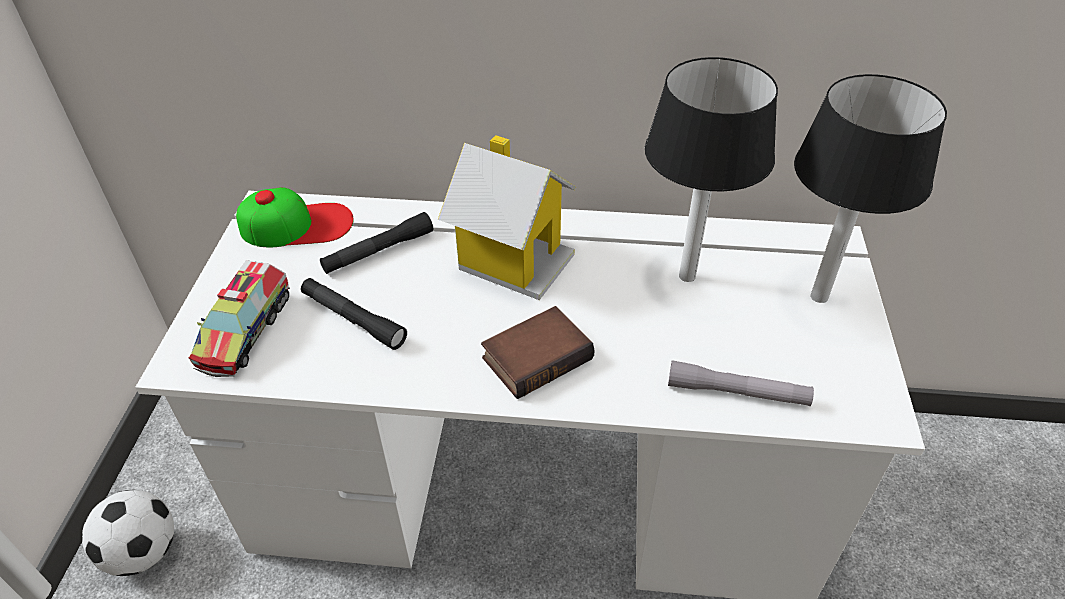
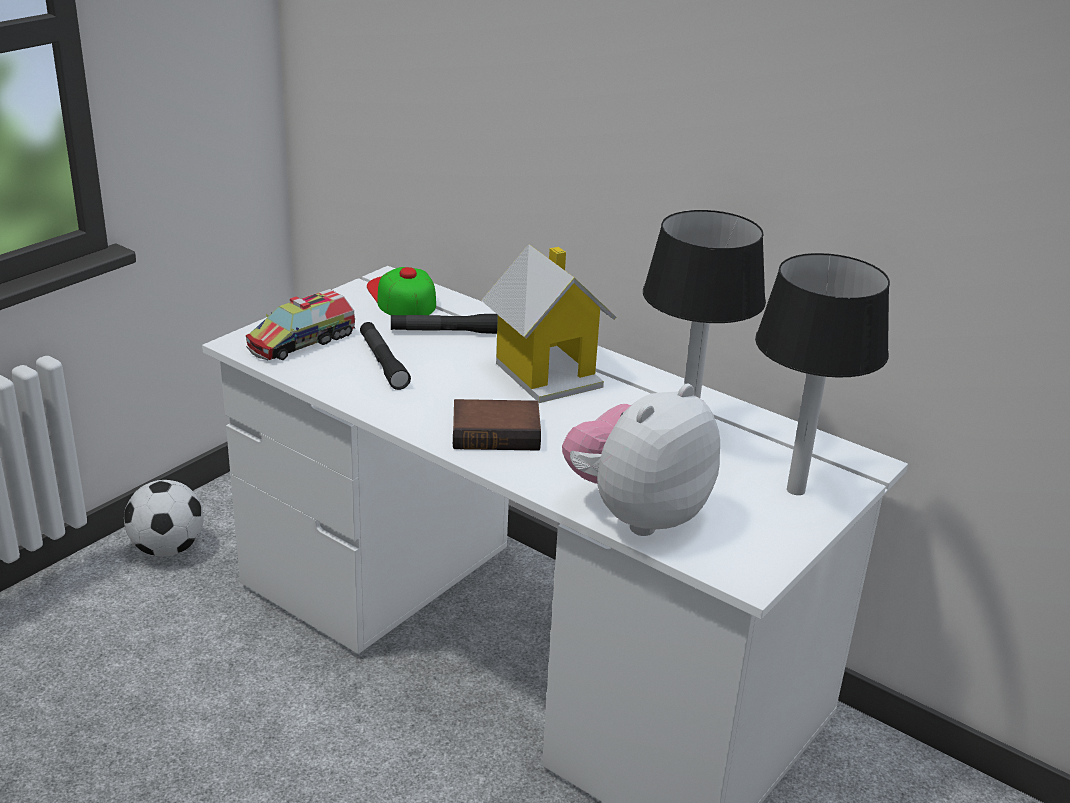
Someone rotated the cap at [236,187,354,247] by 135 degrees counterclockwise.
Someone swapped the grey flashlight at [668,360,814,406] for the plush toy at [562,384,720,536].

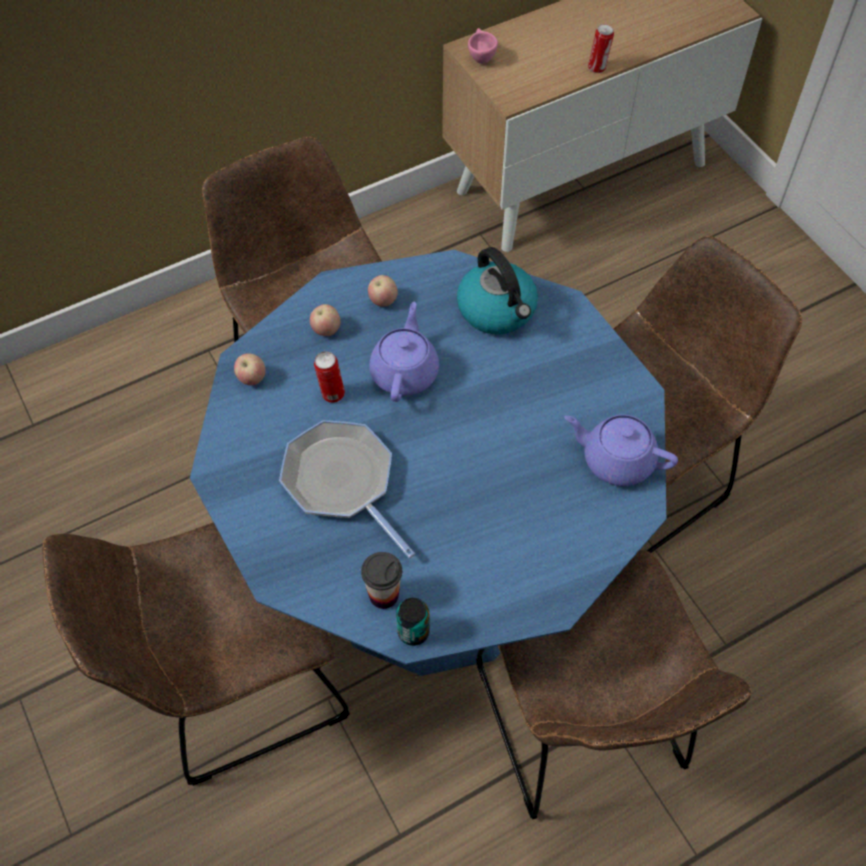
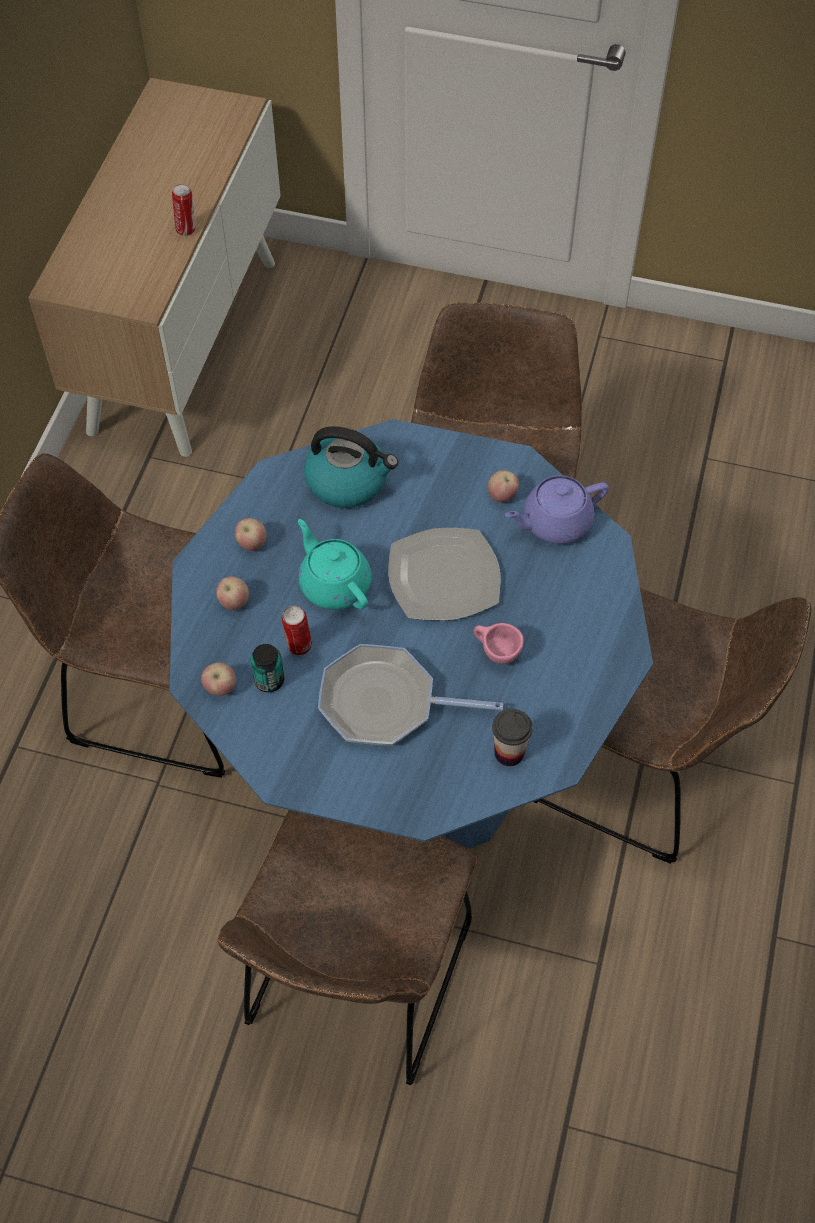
Someone carried the pink cup from [468,28,498,64] to [474,623,524,664].
Someone repainted the purple teapot at [369,302,439,402], which became the turquoise teapot at [298,519,372,610].
Someone carried the can from [396,598,430,646] to [250,644,284,692].
Someone put down the apple at [488,470,519,502].
Someone put down the plate at [388,528,501,621].

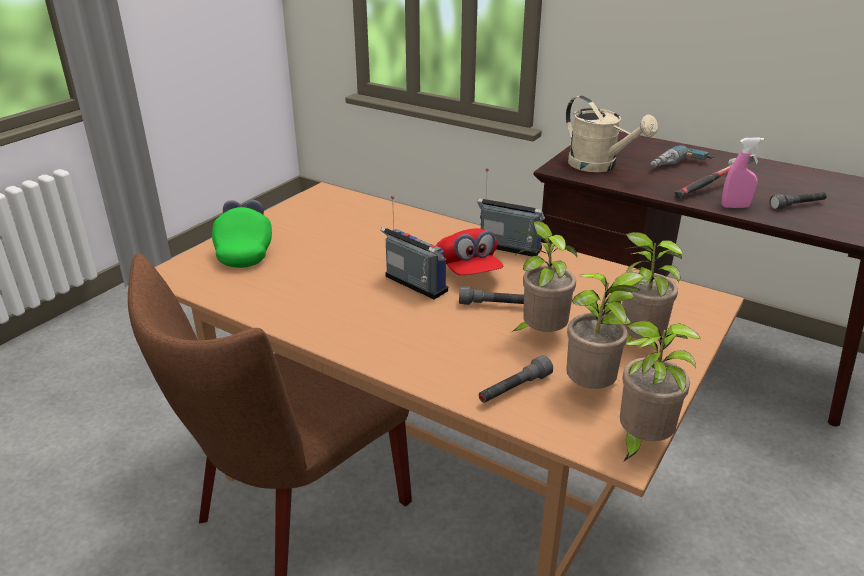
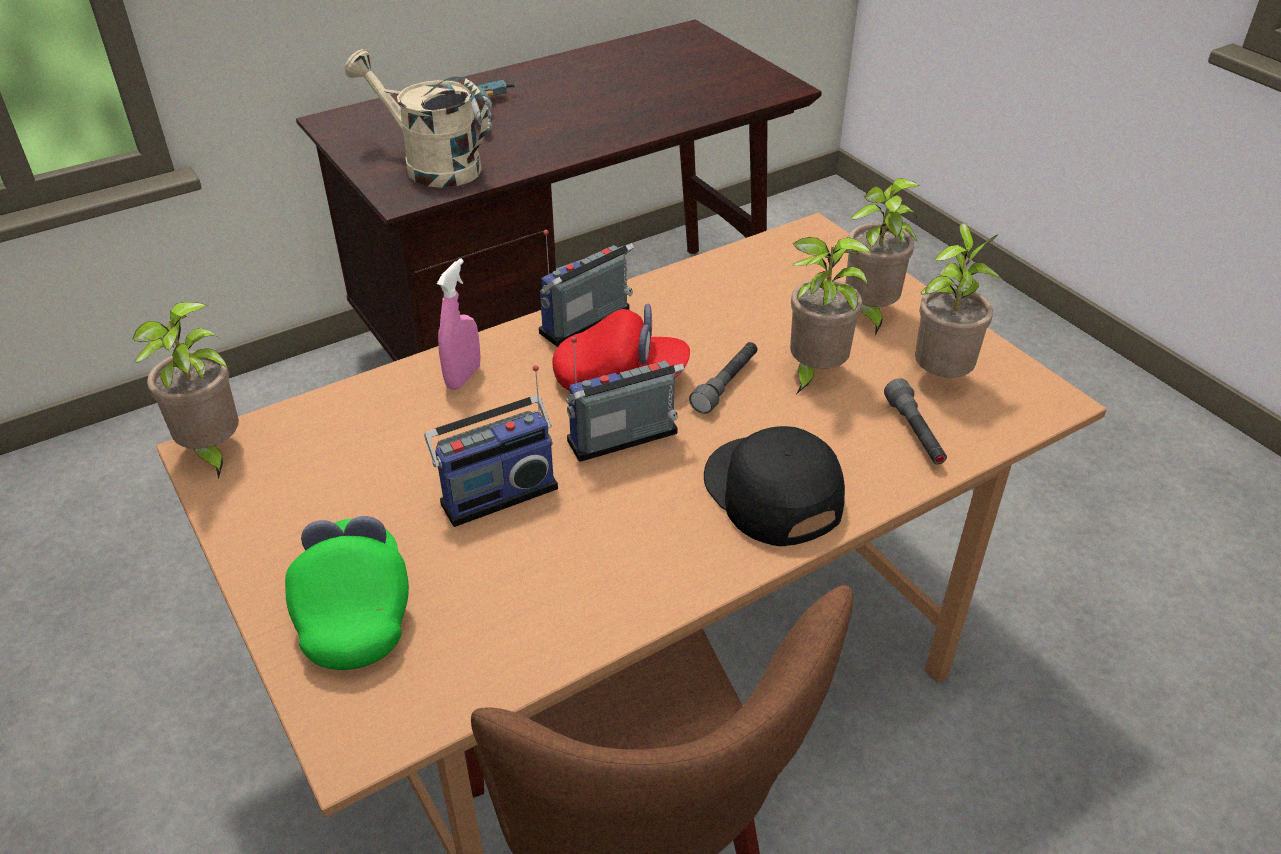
Someone rotated the beige watering can at [566,96,658,172] by 135 degrees counterclockwise.
Someone carried the pink spray bottle from [722,137,764,208] to [437,258,481,390].
Someone took away the hammer at [675,154,758,199].
Someone took away the grey flashlight at [769,192,827,210].
Someone rotated the green cap at [212,200,272,268] by 60 degrees clockwise.
Someone carried the potted plant from [620,320,702,462] to [132,302,239,480].
Someone put down the radio at [424,365,558,527].
Someone put down the black cap at [704,426,845,546].

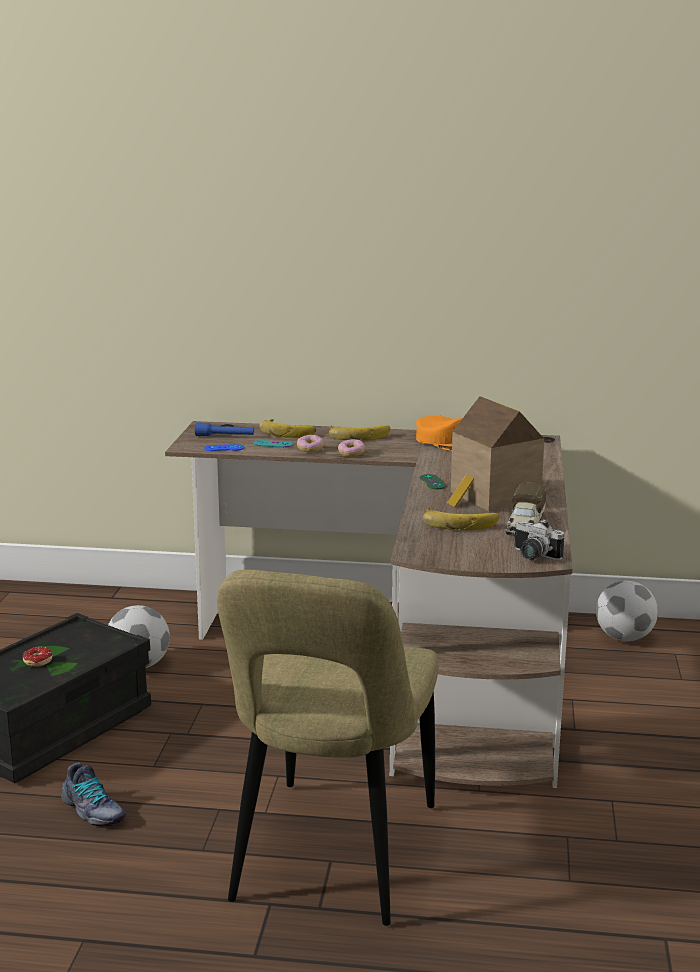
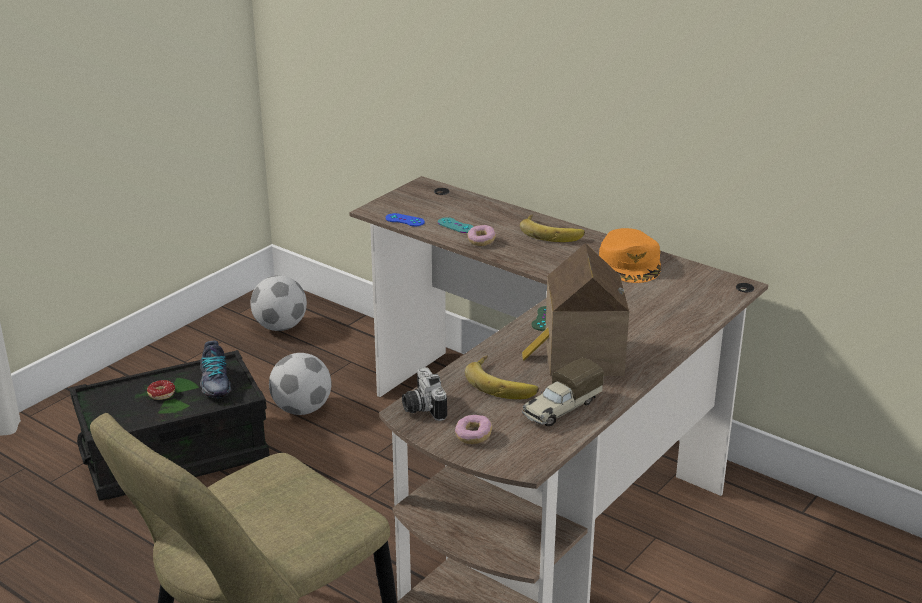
Someone took away the banana at [259,419,316,438].
Someone took away the blue flashlight at [195,422,254,436].
Someone carried the donut from [338,439,365,457] to [455,415,492,444].
Someone carried the photo camera from [514,519,564,560] to [402,367,447,421].
Someone carried the football from [596,581,658,642] to [250,275,307,331].
Someone carried the shoe from [61,762,126,827] to [200,340,232,399].

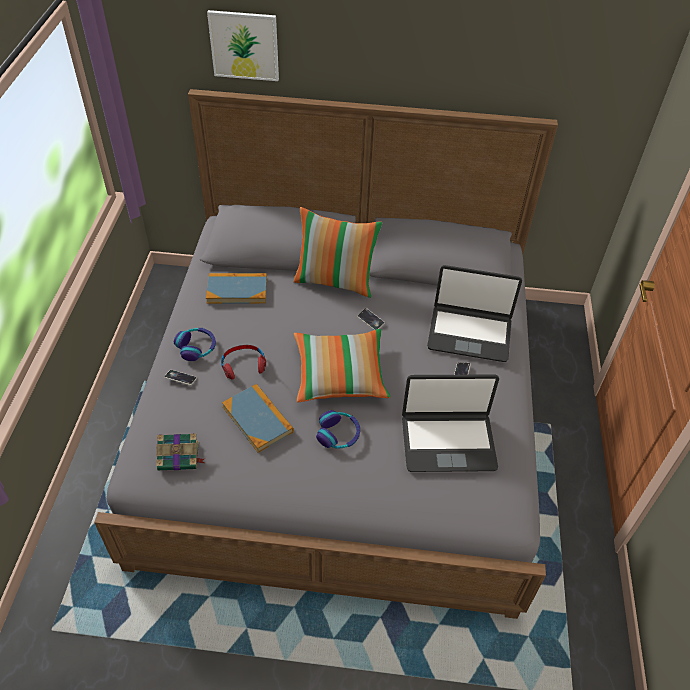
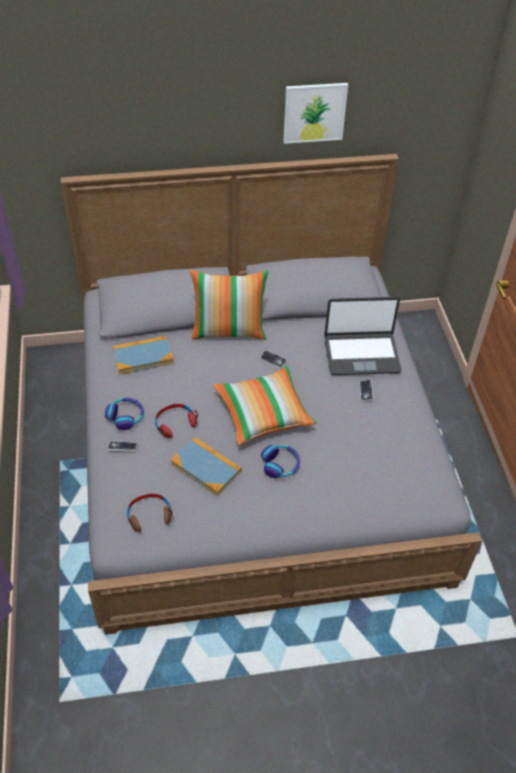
Someone carried the picture from [207,10,279,81] to [283,83,348,144].
Someone took away the laptop at [402,374,499,472].
Someone swapped the book at [156,433,204,470] for the brown headphones at [127,494,172,532].

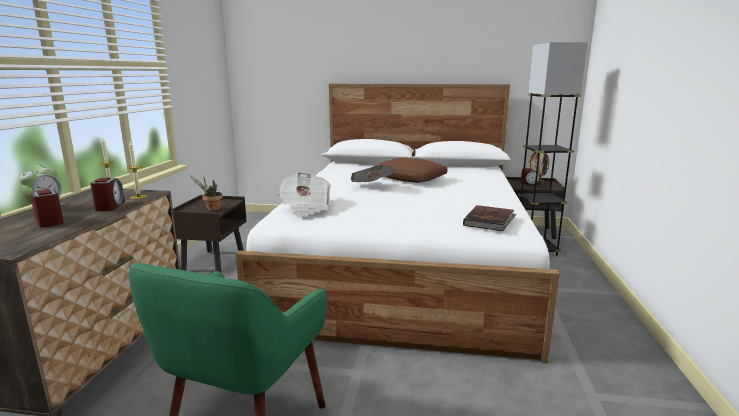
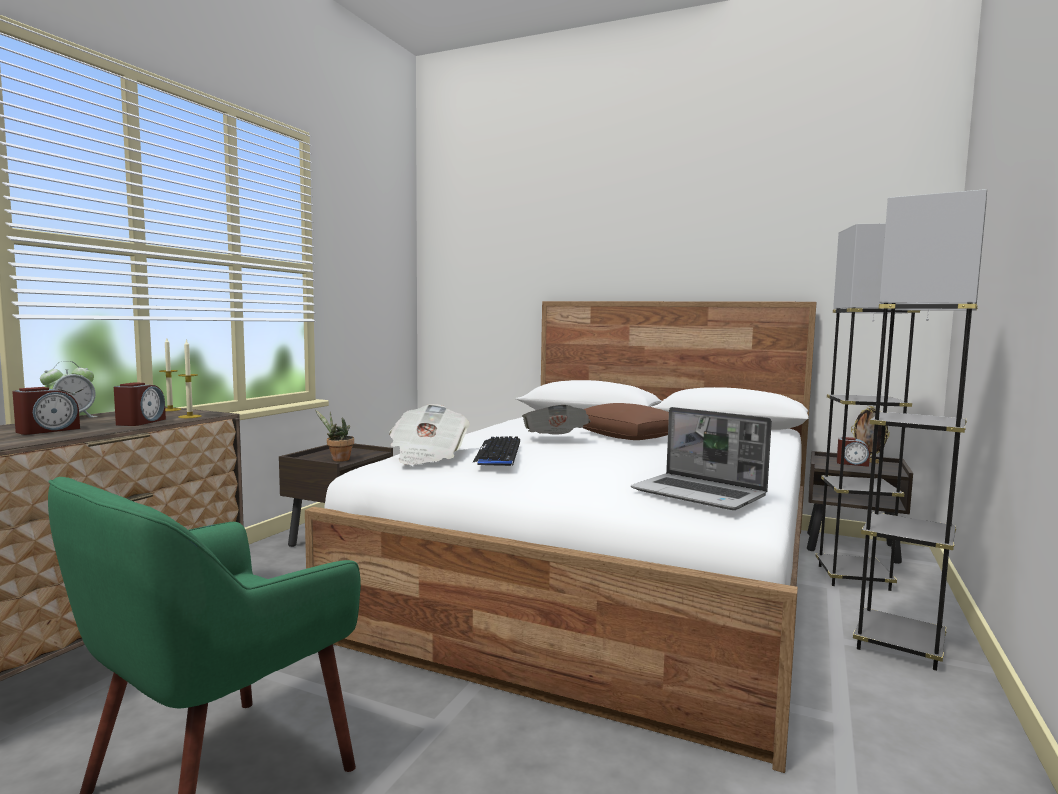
Someone rotated the alarm clock at [30,189,64,228] by 60 degrees clockwise.
Someone swapped the brown book at [463,205,516,231] for the laptop at [631,407,772,510].
Someone put down the grey floor lamp at [853,189,987,671].
Someone put down the keyboard at [472,436,520,466].

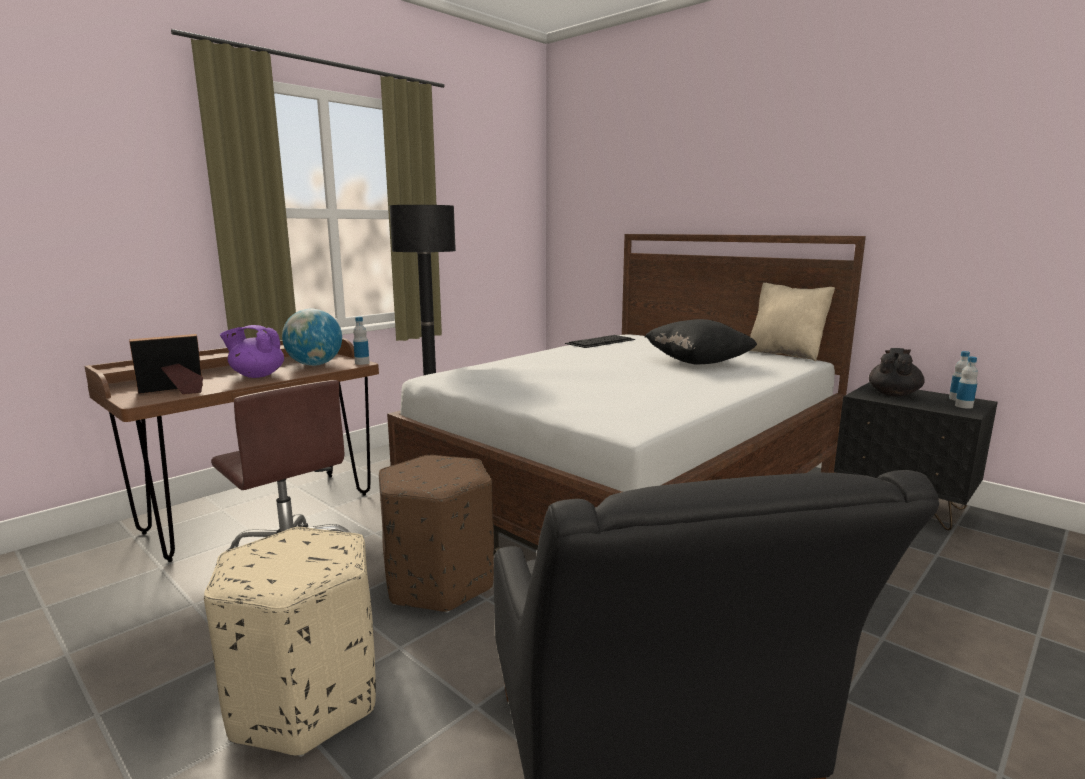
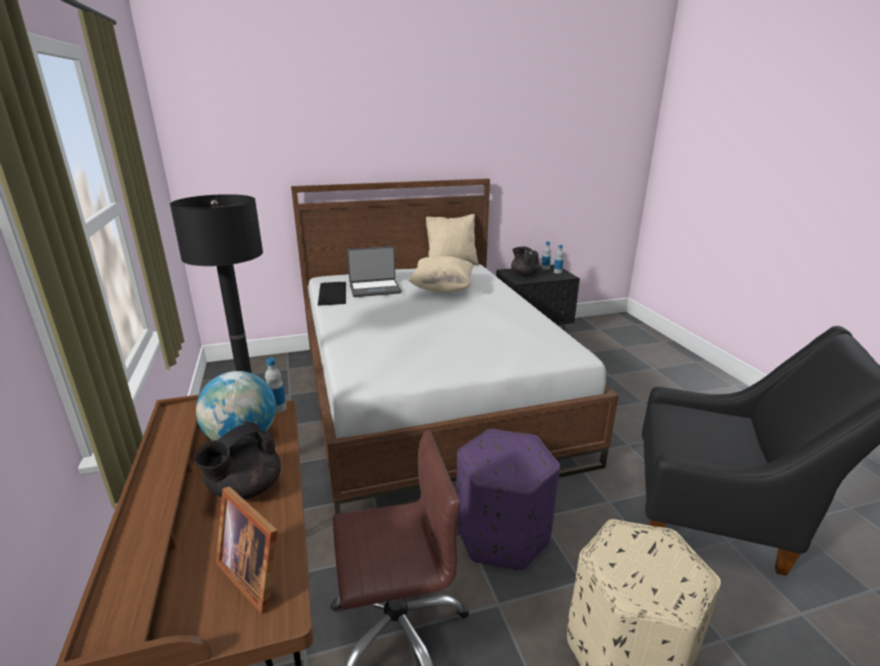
Someone repainted the black pillow at [645,319,757,364], which became the beige pillow at [408,256,474,293].
Someone repainted the purple teapot at [220,325,284,378], which became the black teapot at [194,422,281,499].
Someone rotated the picture frame at [129,334,203,394] by 45 degrees counterclockwise.
Someone repainted the brown ottoman at [379,455,494,613], which became the purple ottoman at [456,429,560,571].
Someone put down the laptop at [347,246,402,297].

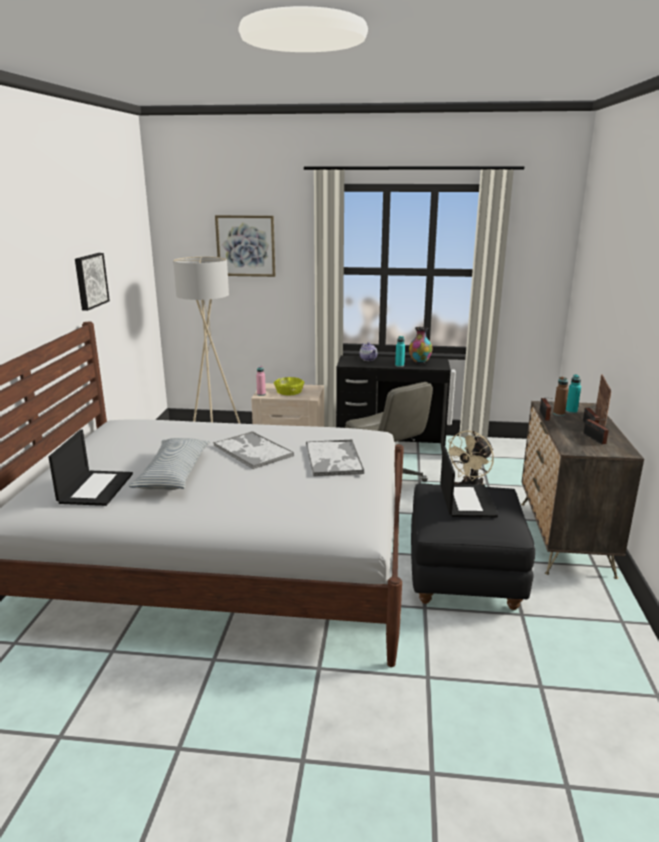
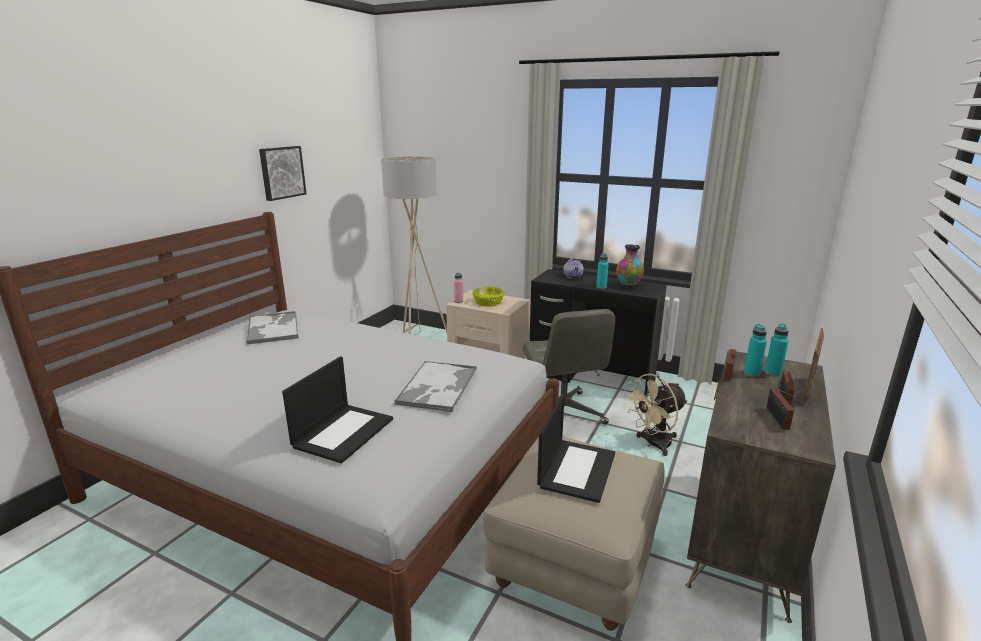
Someone took away the picture at [215,215,275,277].
Someone repainted the brown bottle at [553,376,569,416], which became the turquoise bottle at [744,324,767,377].
Someone carried the laptop from [49,430,133,506] to [282,356,393,463].
Someone carried the tray from [213,431,294,470] to [246,311,299,345].
Someone took away the pillow at [129,438,210,490].
Someone repainted the black ottoman at [411,483,535,610], which became the beige ottoman at [483,436,665,631].

